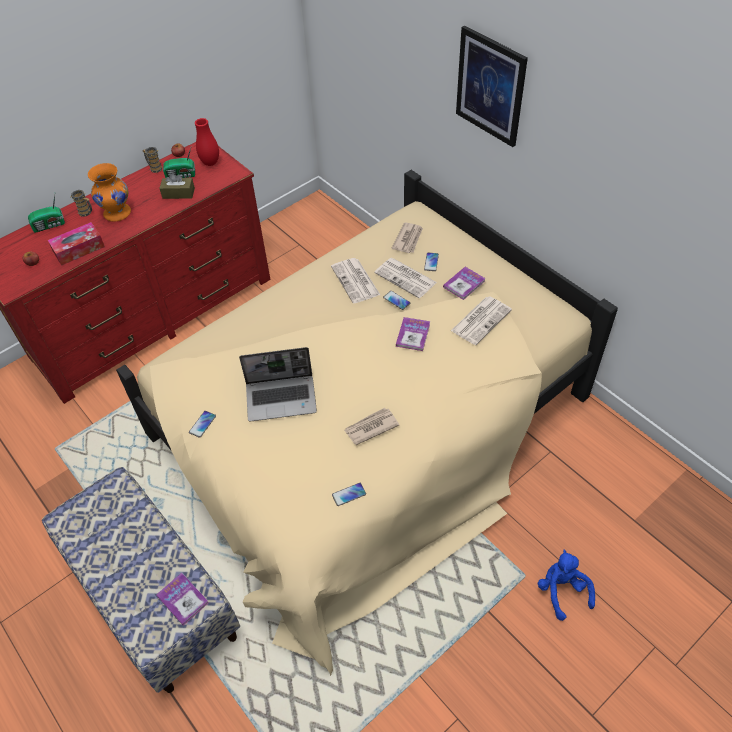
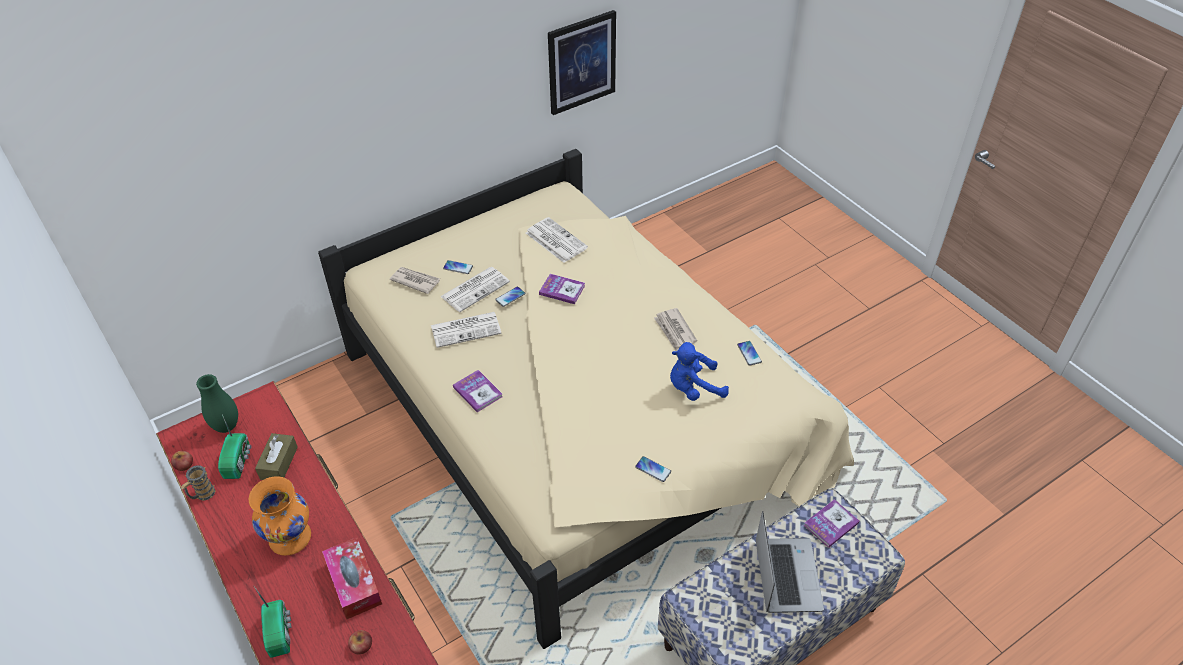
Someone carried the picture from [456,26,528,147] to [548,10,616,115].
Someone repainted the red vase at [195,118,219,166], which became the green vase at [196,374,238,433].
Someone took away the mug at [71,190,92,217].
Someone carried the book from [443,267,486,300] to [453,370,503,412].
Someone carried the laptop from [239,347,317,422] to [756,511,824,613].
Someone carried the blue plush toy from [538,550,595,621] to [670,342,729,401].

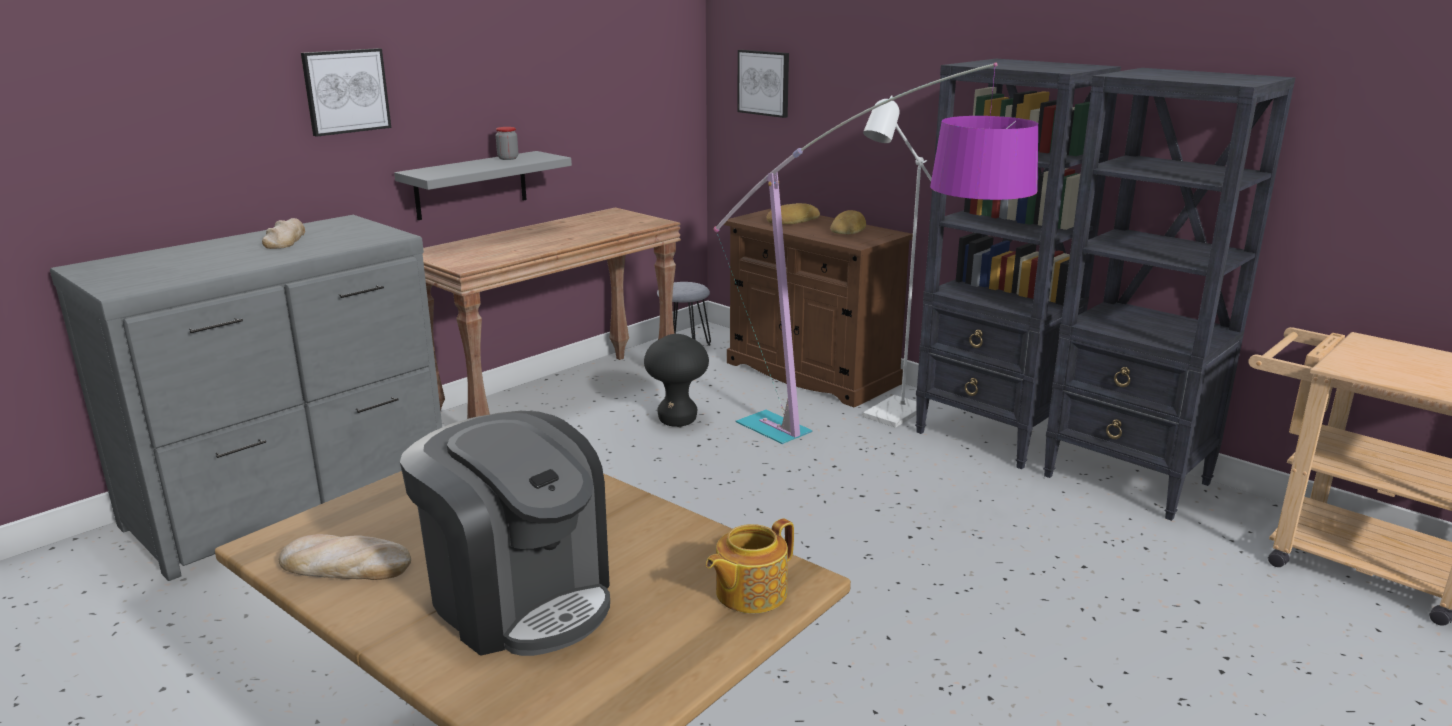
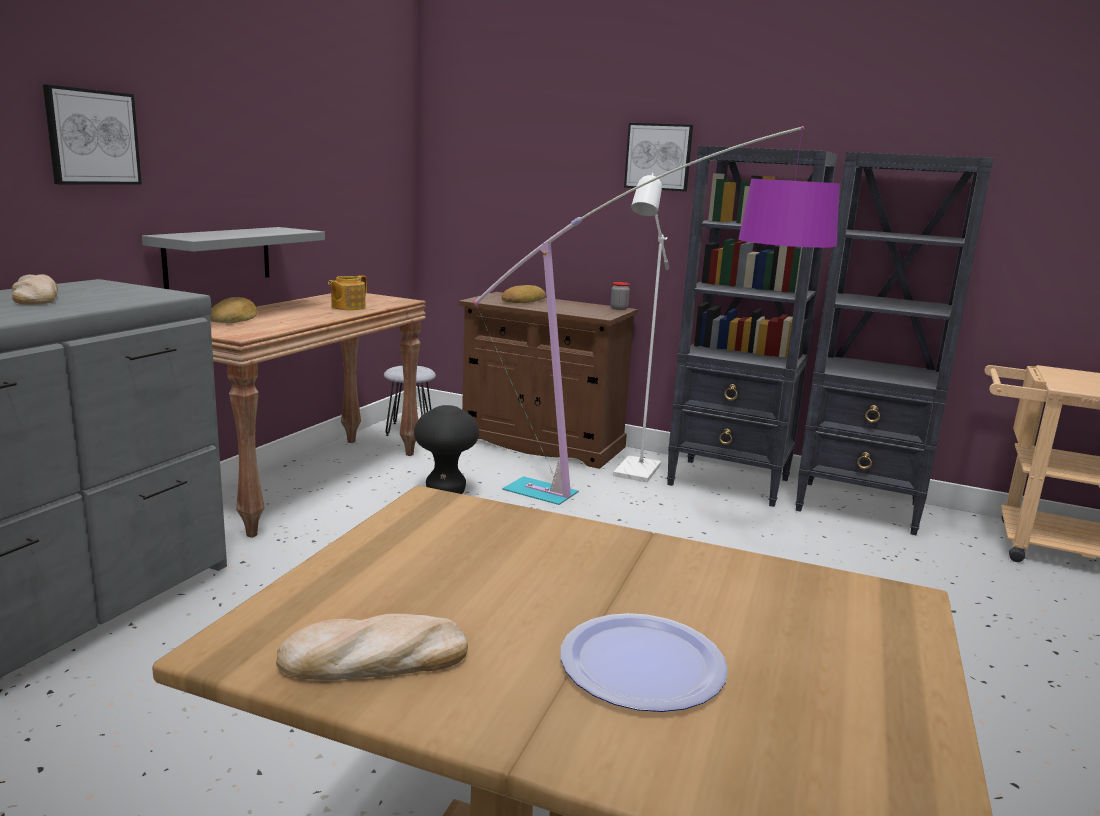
Someone carried the picture from [737,50,789,118] to [624,123,693,191].
Someone carried the jar from [496,127,518,160] to [610,282,630,310].
Someone carried the bread from [830,210,866,234] to [210,297,257,323].
Someone swapped the coffee machine at [400,411,610,656] for the plate at [560,613,728,712].
Someone carried the teapot from [706,518,794,613] to [328,275,367,310].

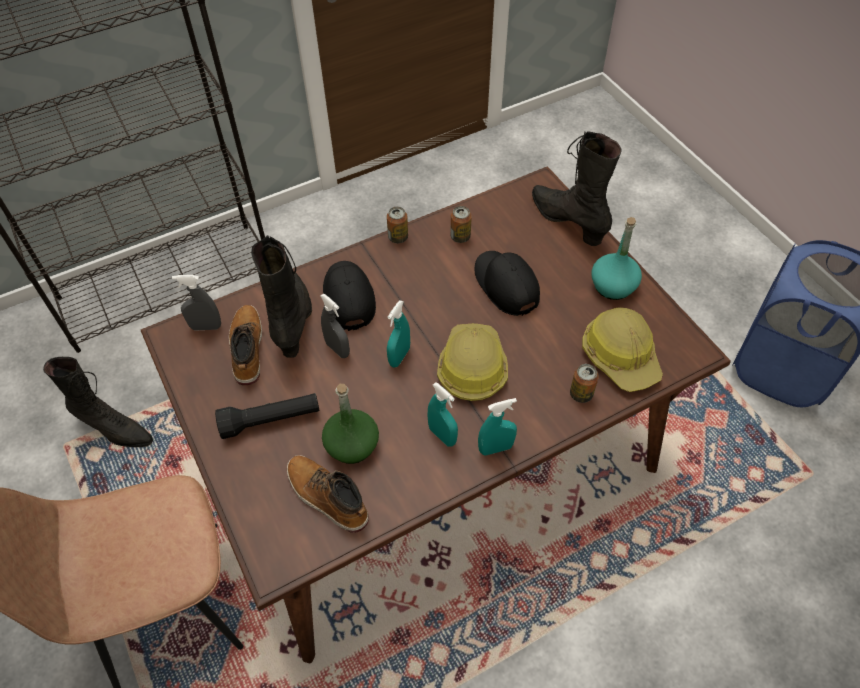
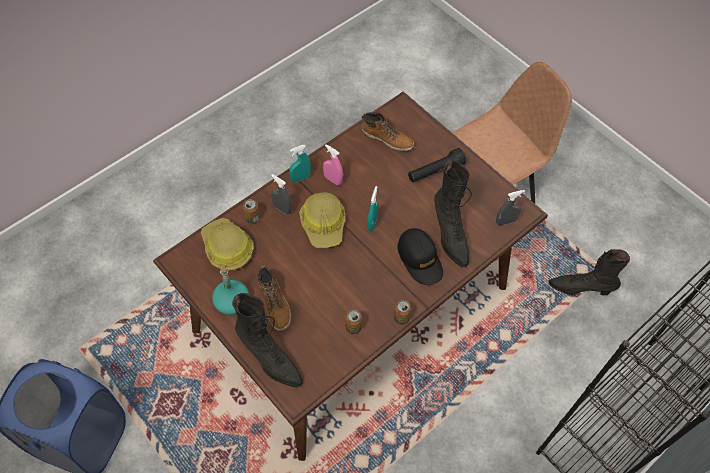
Someone took away the black cap at [475,251,540,316].
Someone carried the grey spray bottle from [320,294,350,358] to [271,174,292,215].
Someone carried the boot from [229,305,262,385] to [258,266,291,331].
Someone repainted the turquoise spray bottle at [428,382,458,447], which became the pink spray bottle at [323,144,343,185].
Someone took away the green bottle at [322,384,379,464].

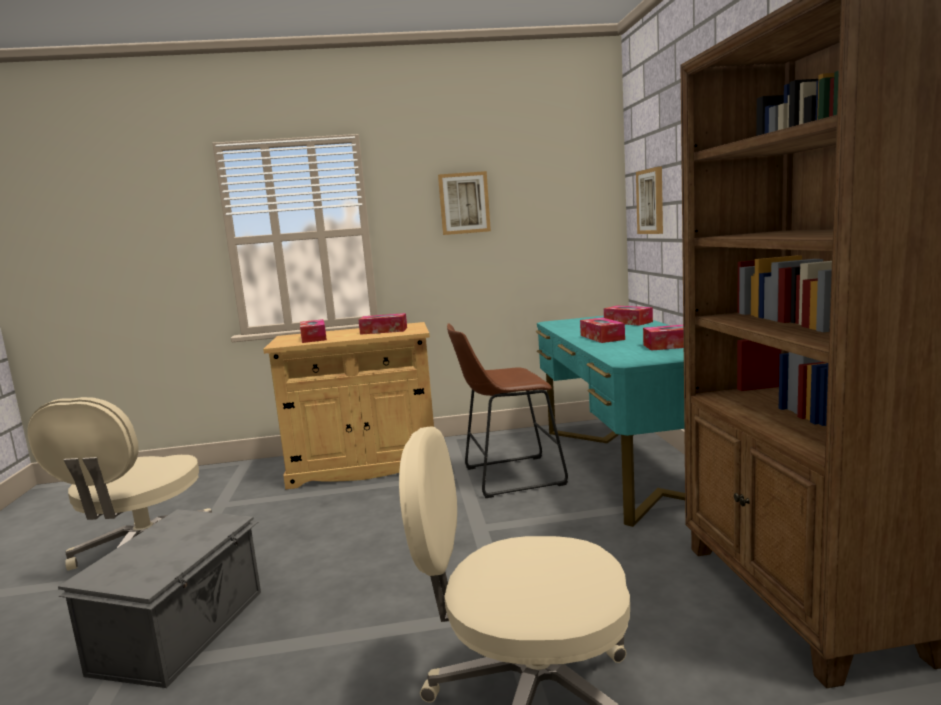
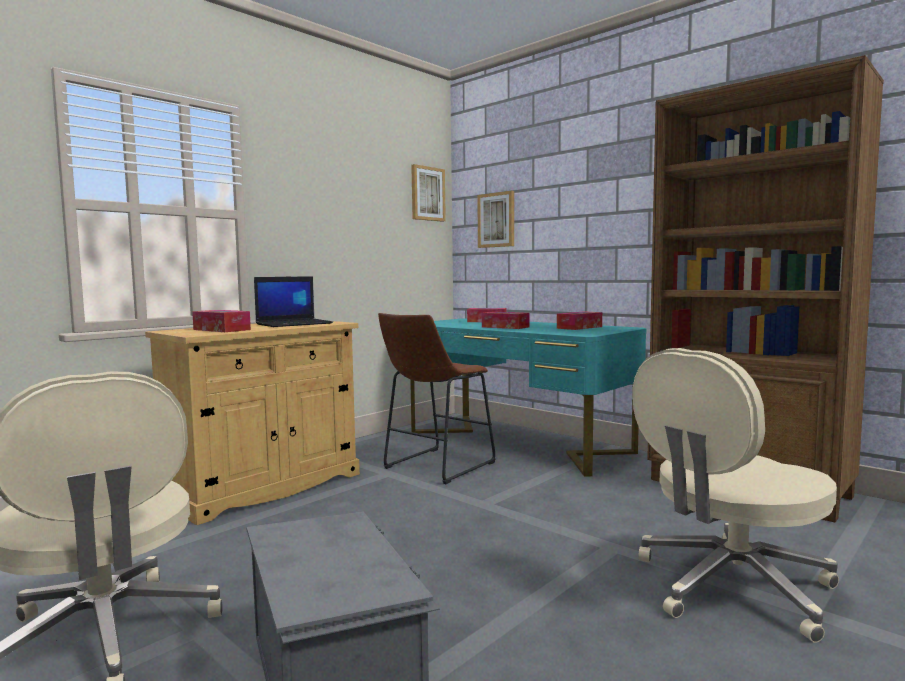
Someone carried the picture from [438,171,491,235] to [411,164,446,222].
Someone swapped the tissue box at [358,313,407,335] for the laptop at [254,276,333,327].

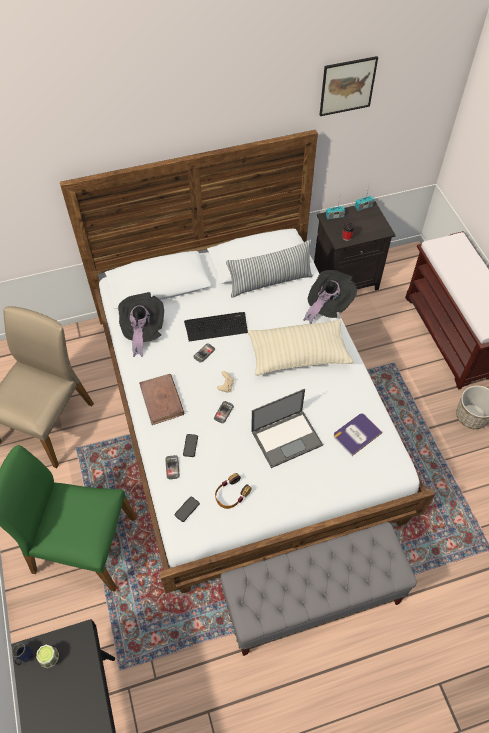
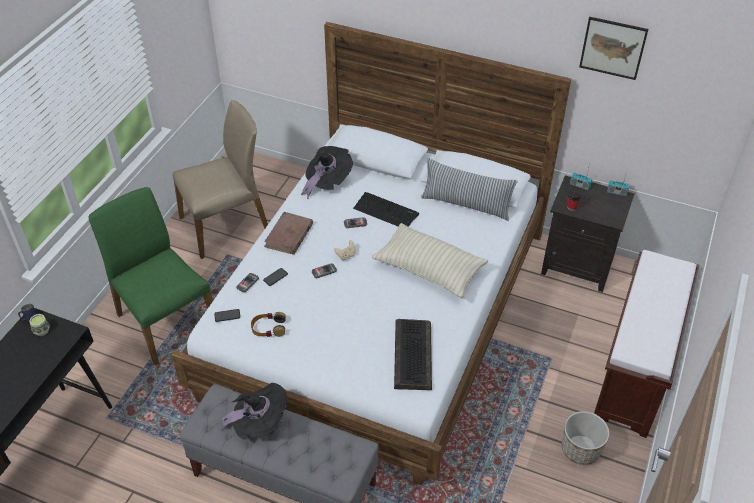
Someone carried the black hat from [303,270,357,324] to [221,383,287,440].
Someone took away the laptop at [251,389,323,468].
Someone swapped the book at [334,413,382,456] for the keyboard at [394,319,432,390].

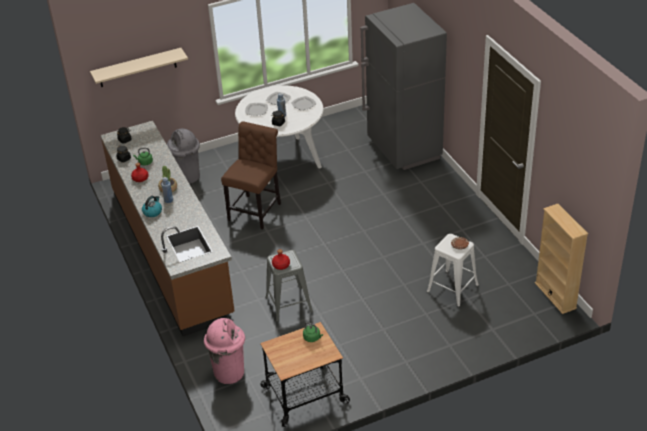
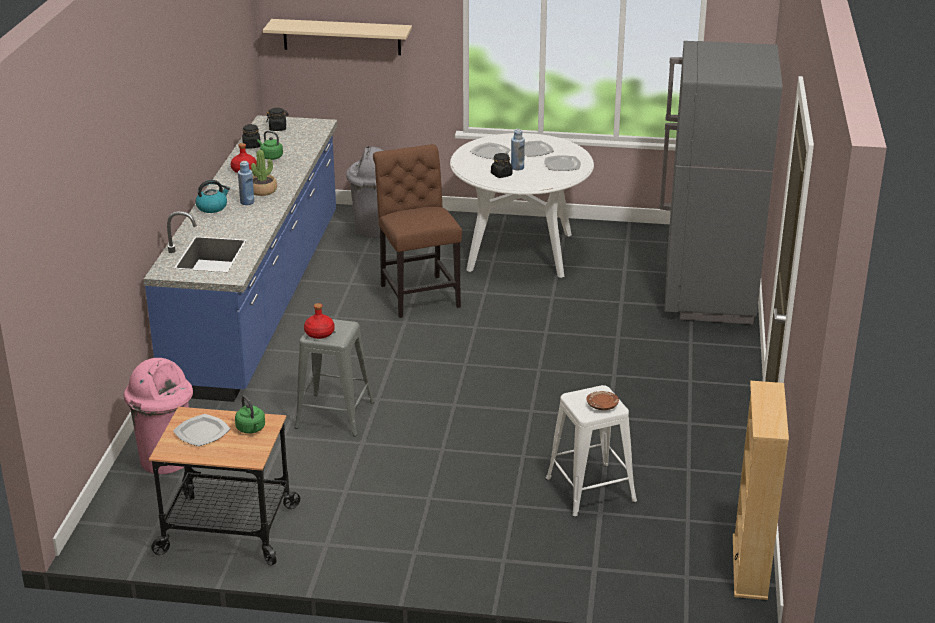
Someone repainted the brown counter at [100,121,235,336], which became the blue counter at [144,115,338,402].
Someone rotated the brown chair at [221,122,281,230] by 75 degrees counterclockwise.
Someone put down the plate at [173,414,230,446].

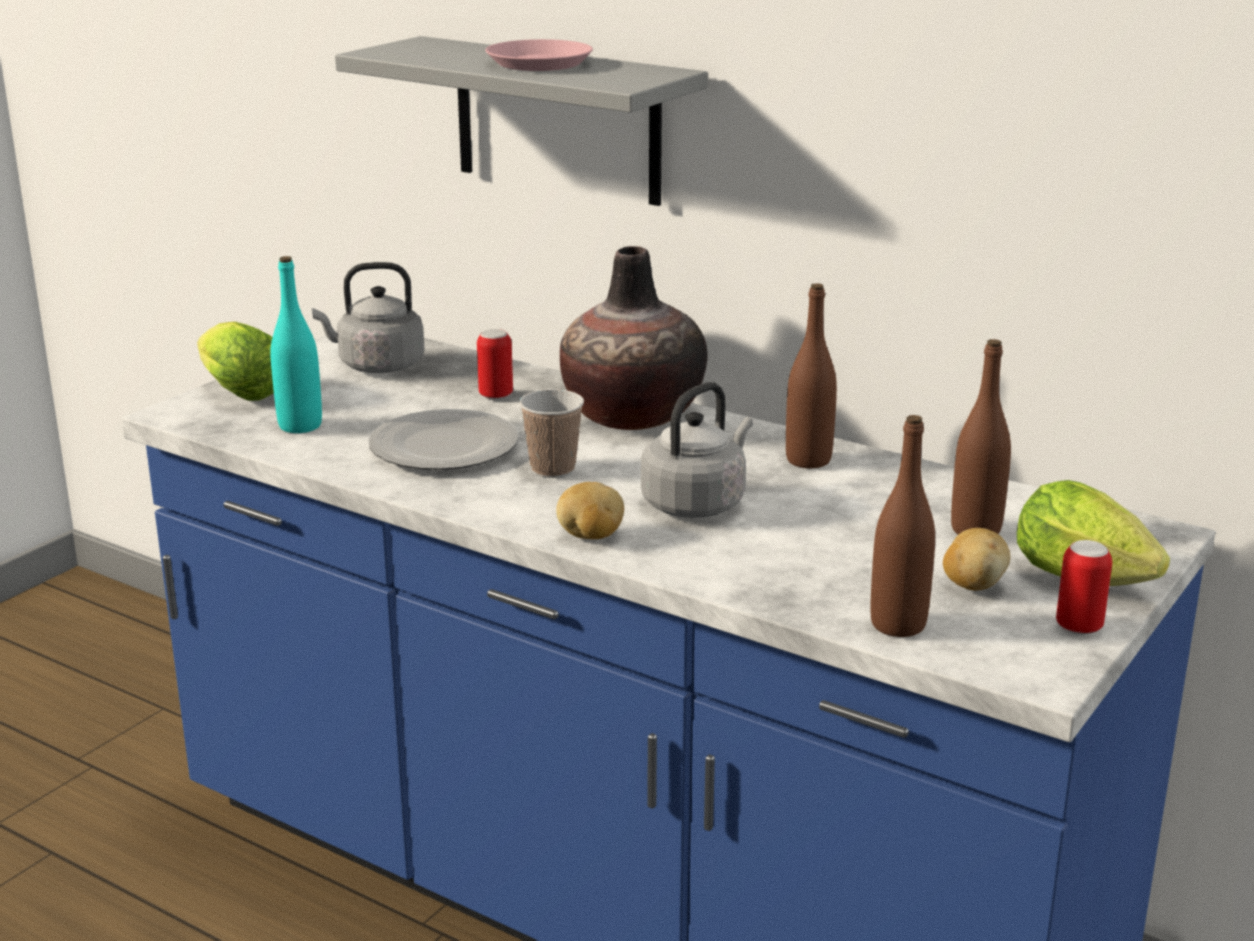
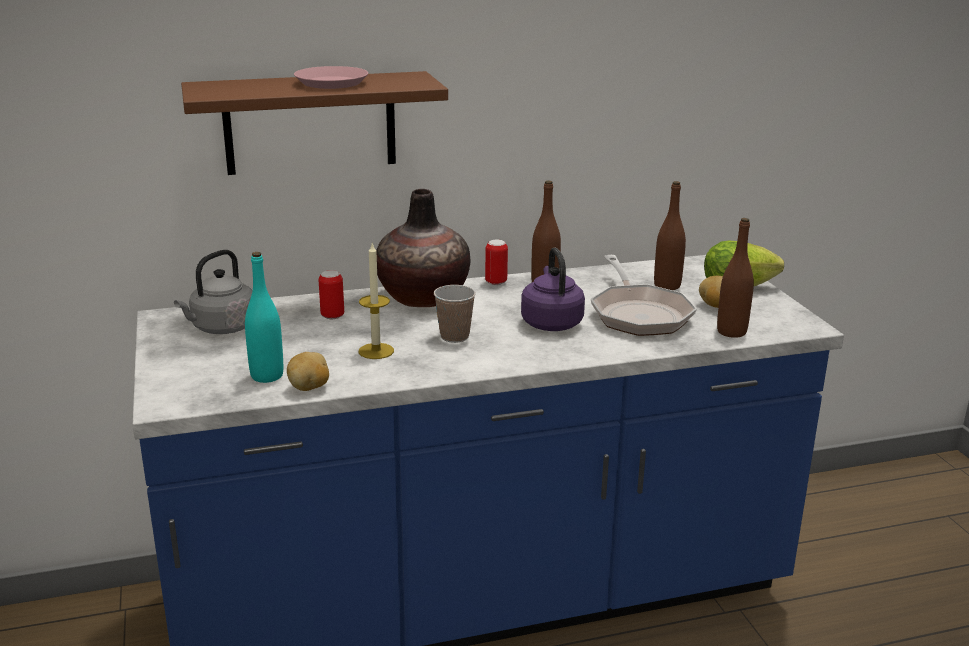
Someone repainted the grey shelf at [335,36,707,206], which became the brown shelf at [181,71,448,175].
Someone took away the lettuce at [197,322,274,401].
Someone repainted the grey kettle at [641,382,753,518], which became the purple kettle at [521,248,585,331].
Someone swapped the plate at [368,409,519,470] for the candle at [359,244,394,359].
Someone carried the potato from [556,482,624,539] to [287,352,329,391].
Someone carried the can from [1056,540,1112,635] to [485,240,508,285].
Someone put down the frying pan at [591,255,697,336].

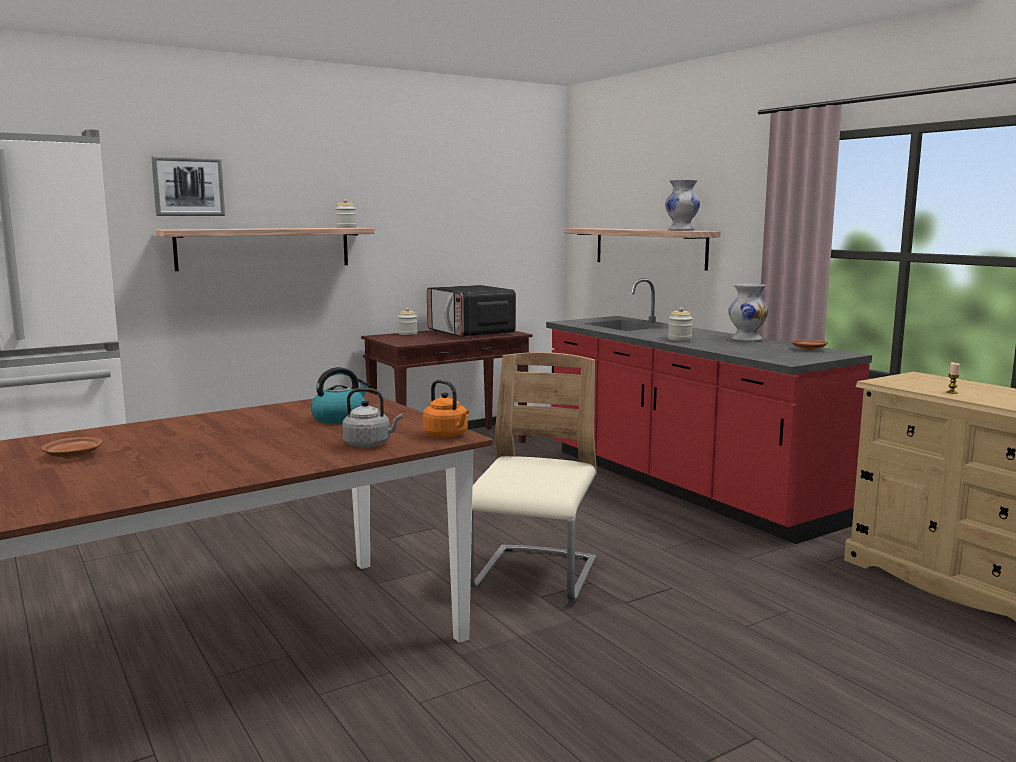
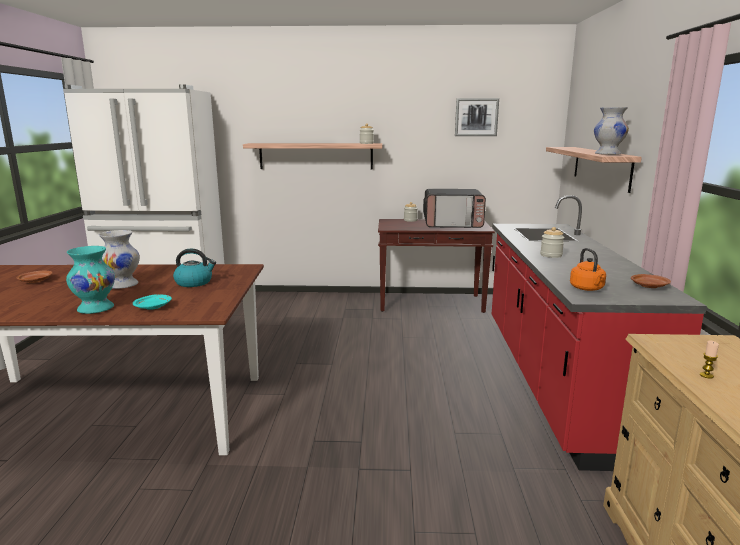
Someone carried the picture from [151,156,225,216] to [455,98,499,136].
Someone carried the white vase from [728,283,769,341] to [99,230,140,289].
Someone rotated the microwave at [427,285,516,337] by 90 degrees counterclockwise.
Someone took away the beige chair at [470,352,597,601].
Someone carried the orange kettle from [423,380,469,438] to [570,248,606,291].
Someone swapped the grey kettle at [342,388,402,448] for the turquoise plate at [133,295,172,310].
Someone put down the turquoise vase at [66,246,115,314].

